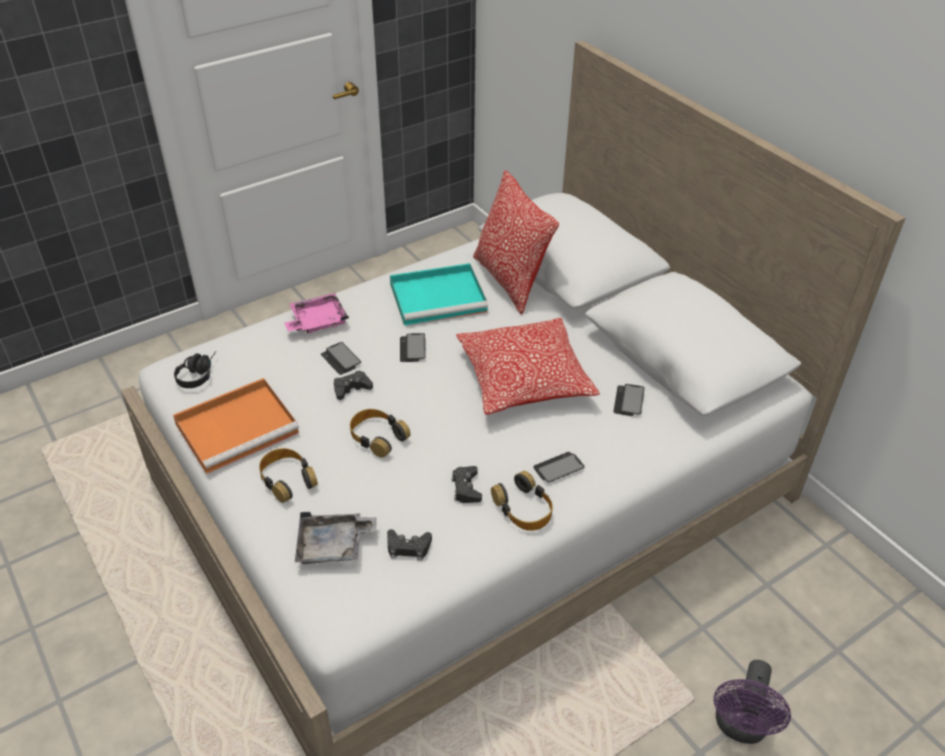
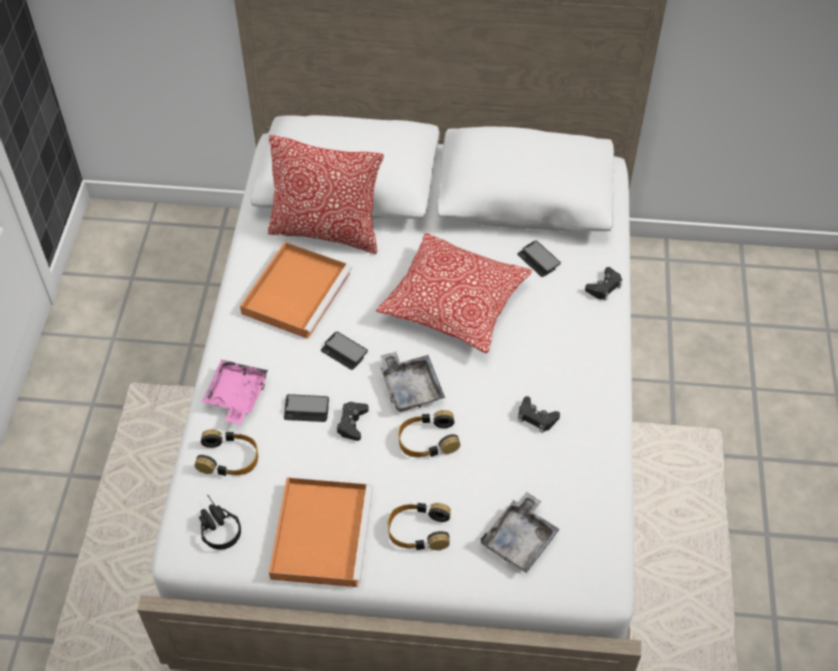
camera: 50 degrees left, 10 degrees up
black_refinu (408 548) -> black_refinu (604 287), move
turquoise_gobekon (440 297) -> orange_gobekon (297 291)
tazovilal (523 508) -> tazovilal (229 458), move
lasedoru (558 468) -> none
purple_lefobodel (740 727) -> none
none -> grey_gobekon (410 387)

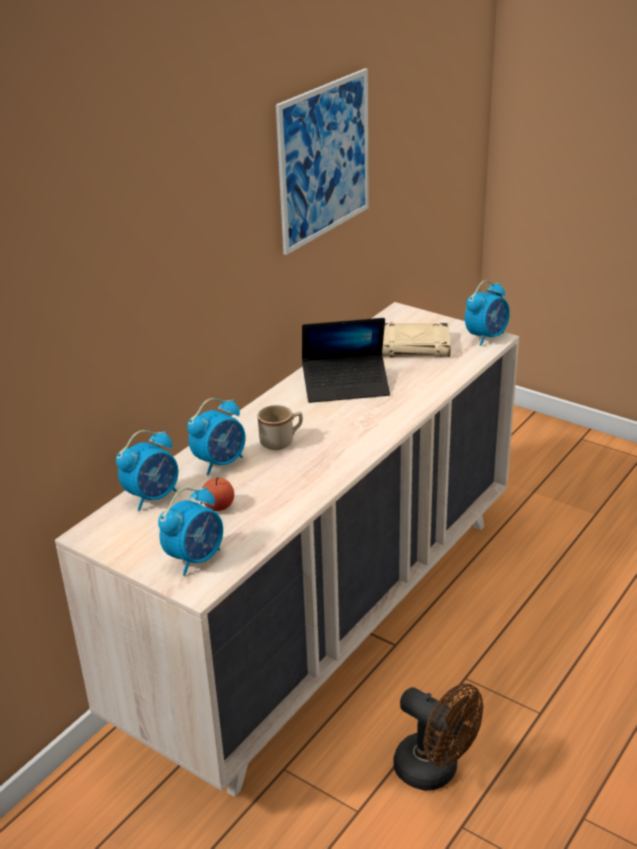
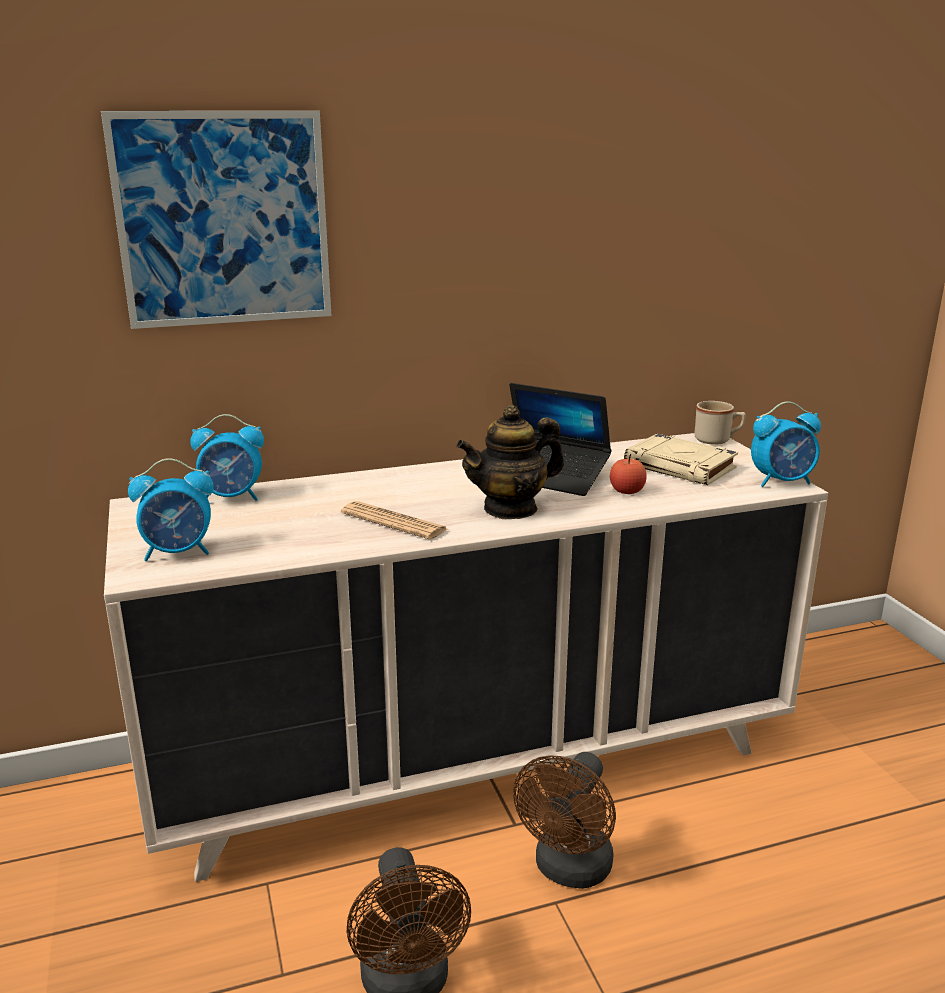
camera: 35 degrees right, 10 degrees down
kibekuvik (220 462) -> none
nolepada (218 506) -> nolepada (627 491), move
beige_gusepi (281 441) -> beige_gusepi (717 440), move
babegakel (324 160) -> babegakel (224 220), move
none -> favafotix (393 522)
none -> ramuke (511 508)
none -> brown_lefobodel (569 870)

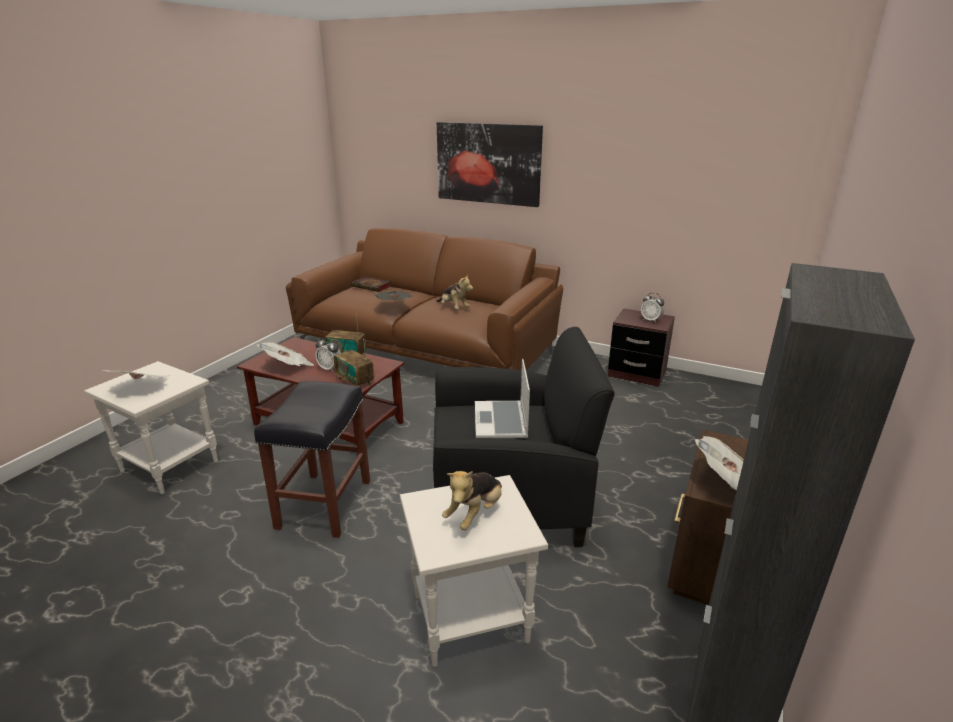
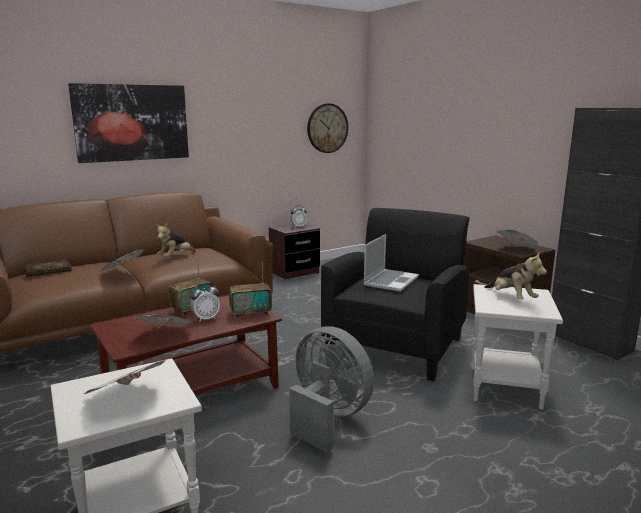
camera: 60 degrees left, 10 degrees down
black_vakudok (324 503) -> grey_lefobodel (328 418)
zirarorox (454 308) -> zirarorox (176 257), 135 degrees clockwise
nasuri (501 421) -> nasuri (390 281), 90 degrees counterclockwise
none -> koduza (327 128)

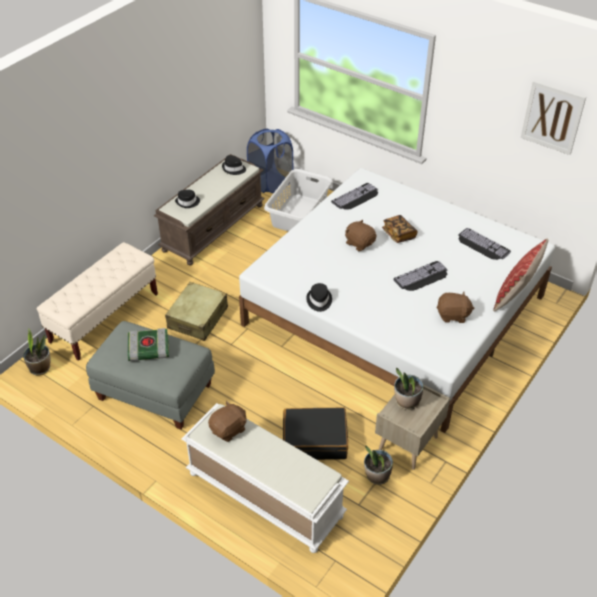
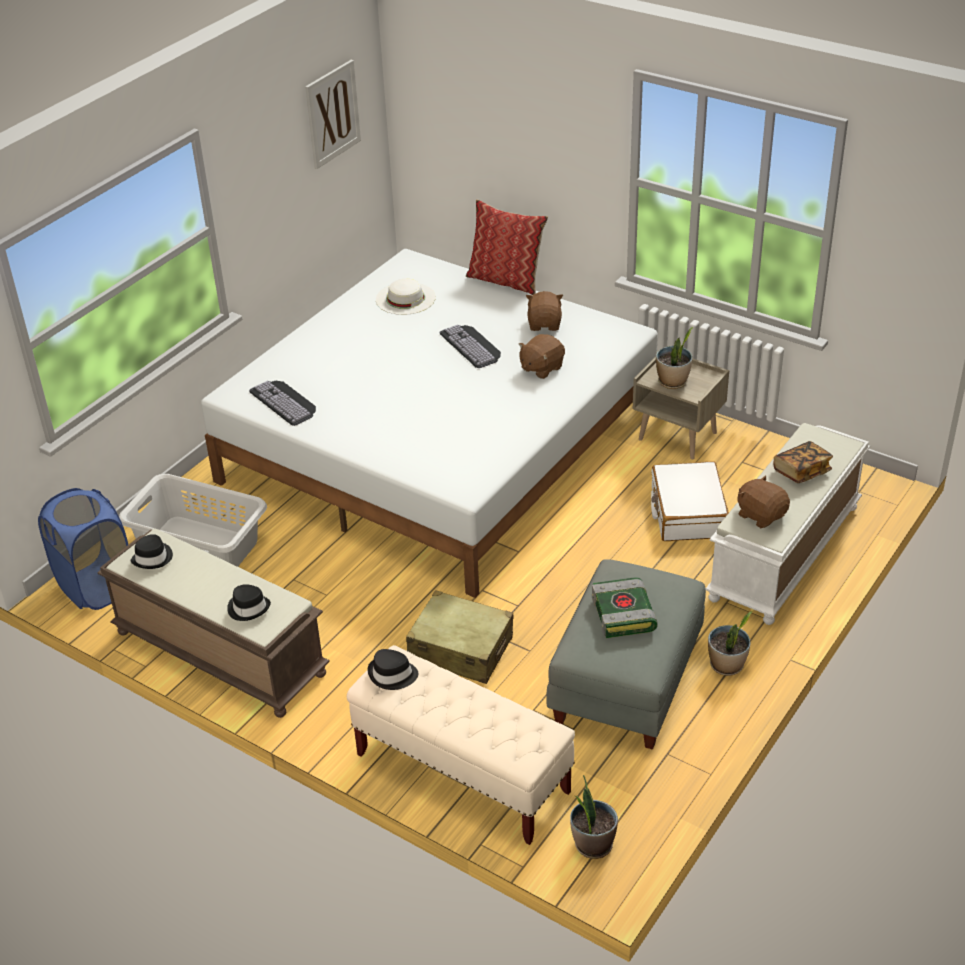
camera: 90 degrees left, 5 degrees down
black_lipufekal (314 440) -> white_lipufekal (687 512)
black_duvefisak (319 300) -> black_duvefisak (392 675), move
brown_zirarorox (359 243) -> brown_zirarorox (541 368), move
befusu (377 476) -> befusu (727 665), move
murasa (398 234) -> murasa (801 471), move
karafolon (481 245) -> white_duvefisak (405 298)

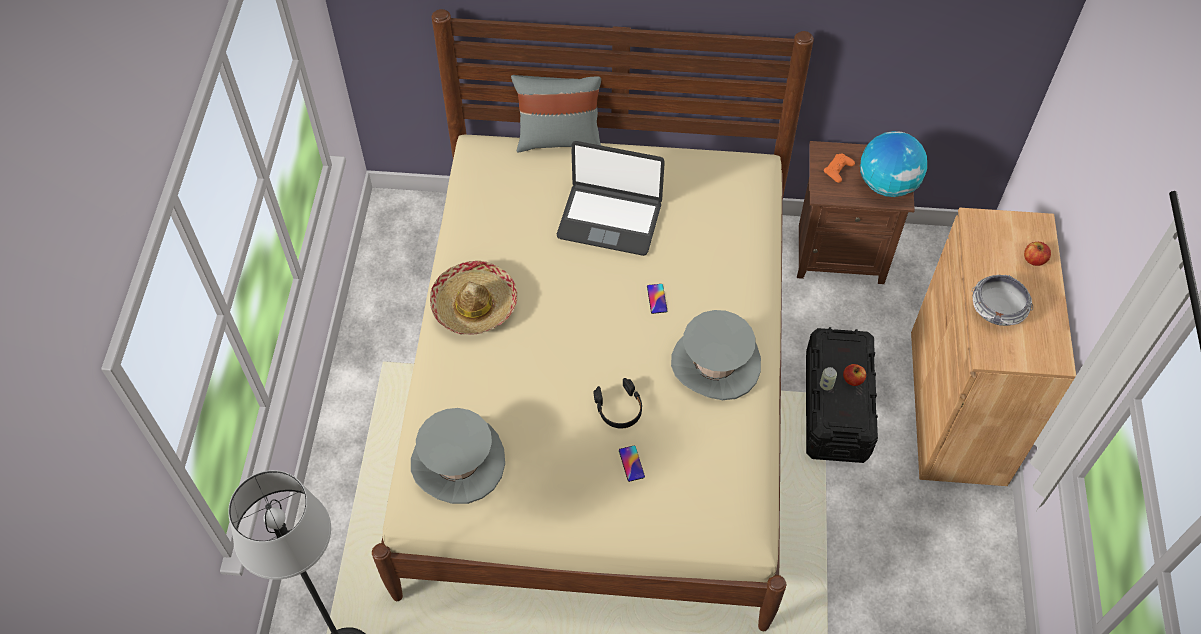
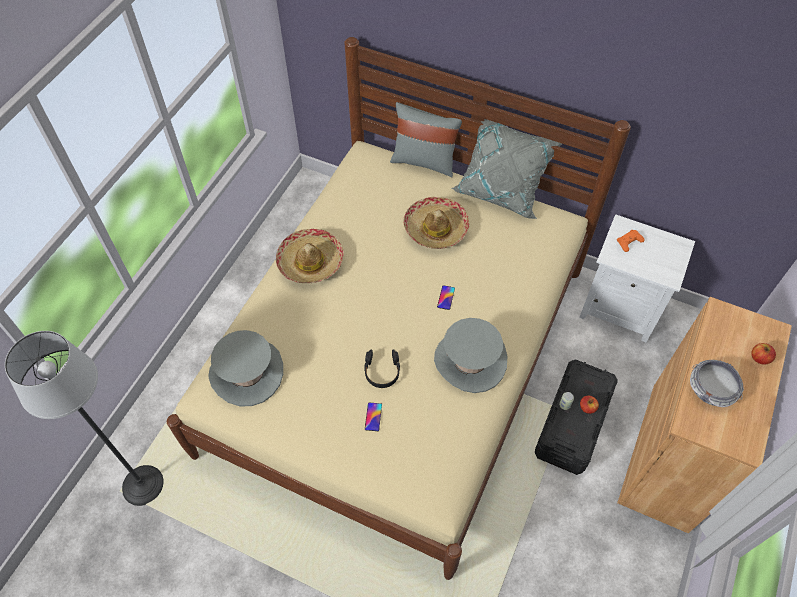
camera: 20 degrees right, 0 degrees up
nasuri (610 219) -> duvefisak (435 229)
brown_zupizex (839 252) -> white_zupizex (620 308)
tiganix (887 184) -> none
none -> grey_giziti (501 191)

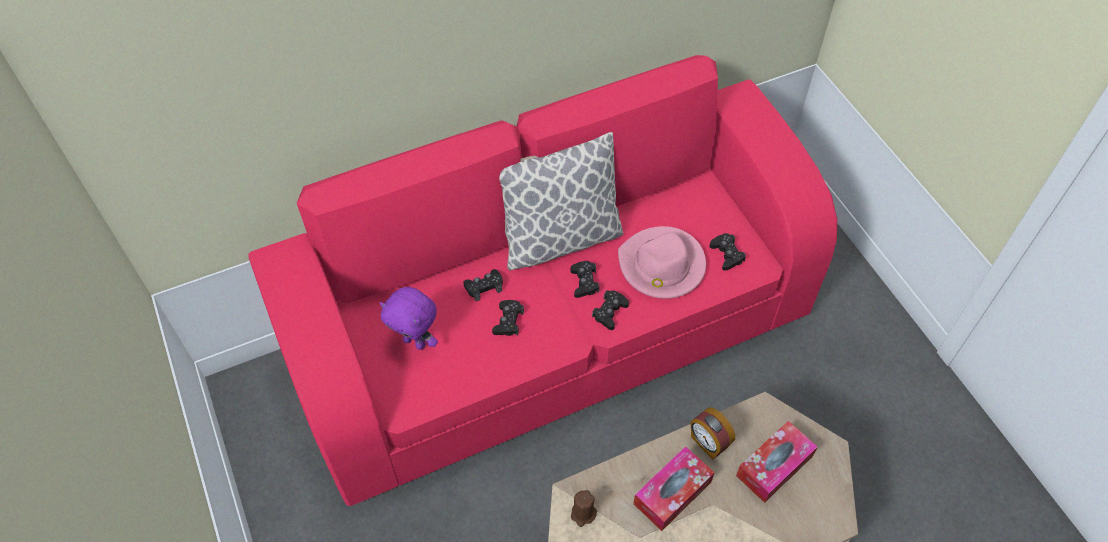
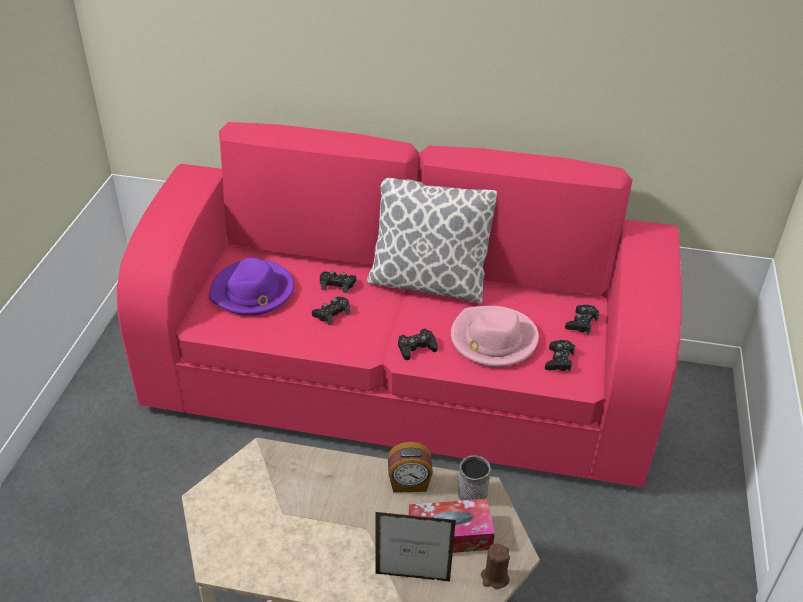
camera: 35 degrees right, 15 degrees down
purple_zirarorox (415 342) -> purple_duvefisak (253 292)
black_refinu (584 282) -> black_refinu (581 323), move
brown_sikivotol (583 514) -> brown_sikivotol (494 577), move
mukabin (672 493) -> none
kibekuvik (708 443) -> kibekuvik (409 484), 90 degrees counterclockwise
none -> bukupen (412 577)
none -> grey_gusepi (473 489)

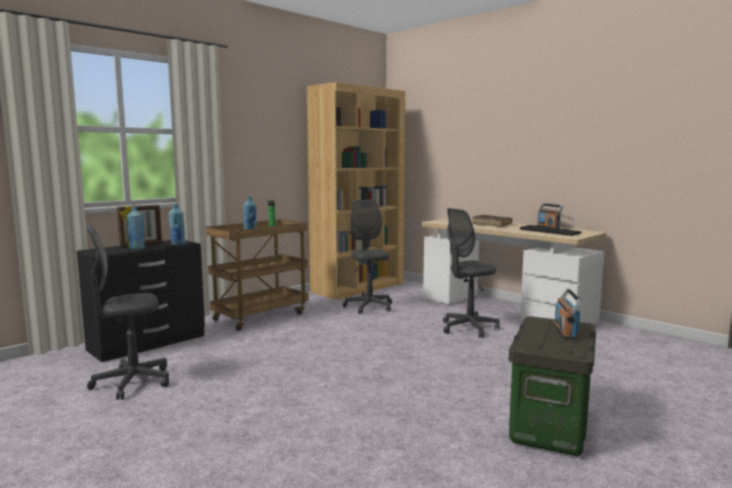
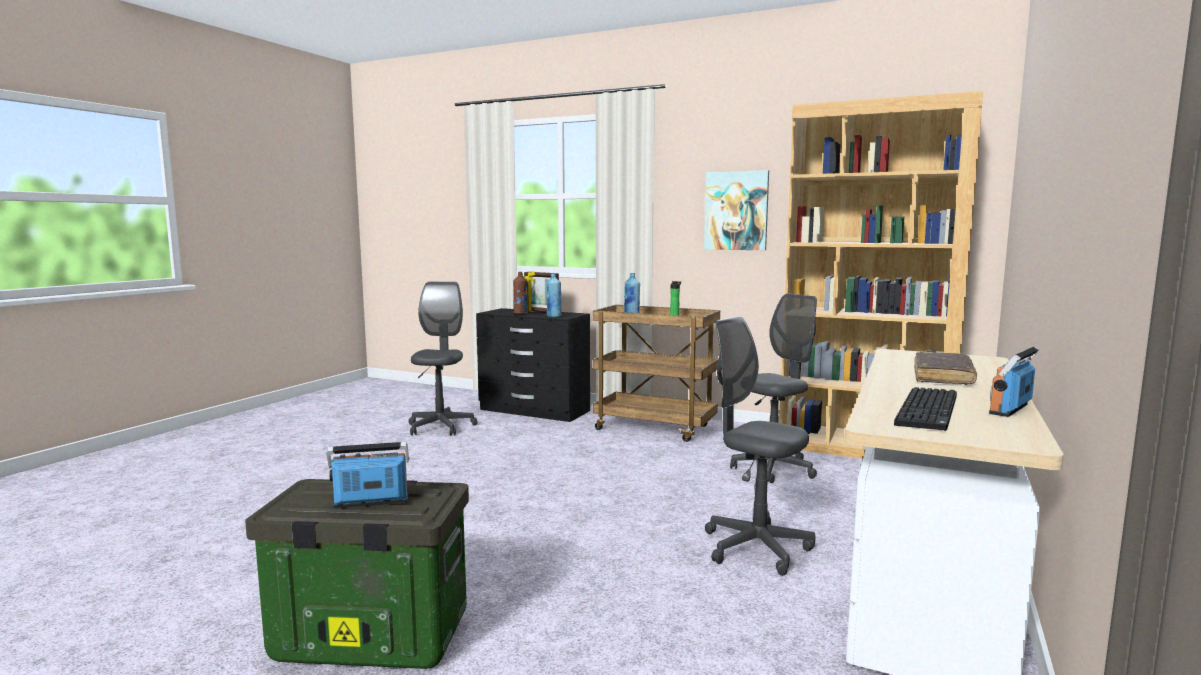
camera: 70 degrees right, 0 degrees up
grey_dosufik (132 383) -> grey_dosufik (440 427), 45 degrees clockwise
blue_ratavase (137 248) -> brown_ratavase (520 313)
none -> babegakel (736 210)

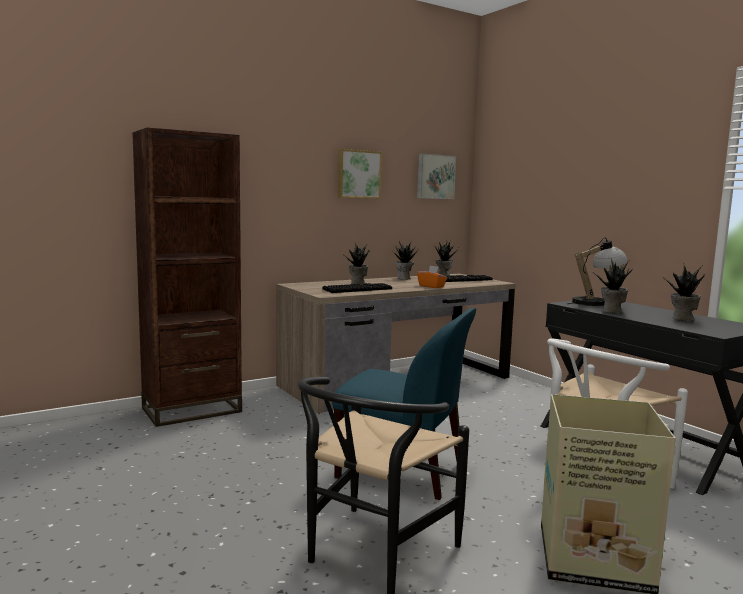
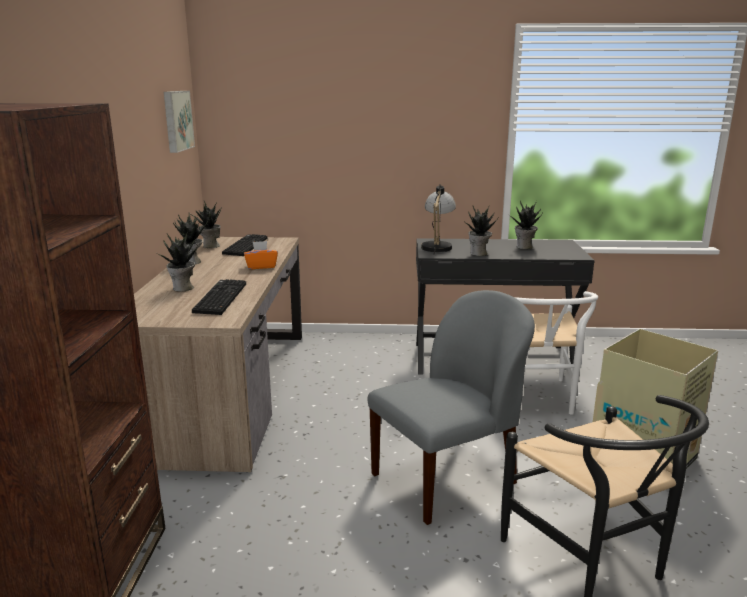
camera: 55 degrees left, 10 degrees up
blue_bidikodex (403 472) -> grey_bidikodex (446 478)
babegakel (358 174) -> none

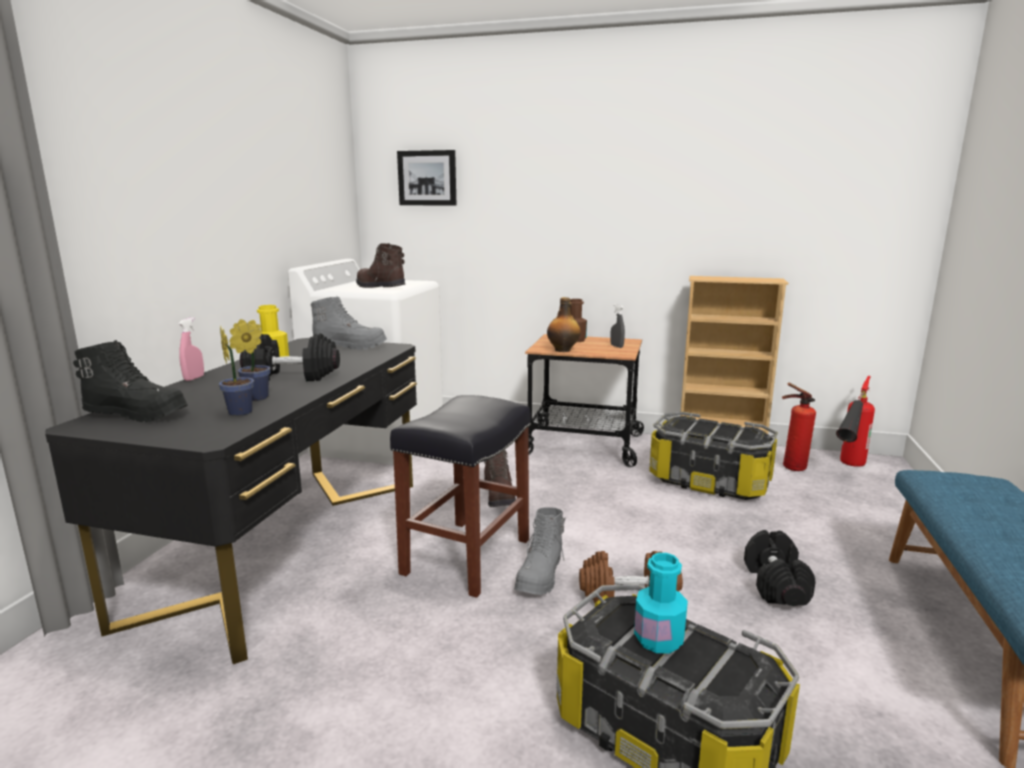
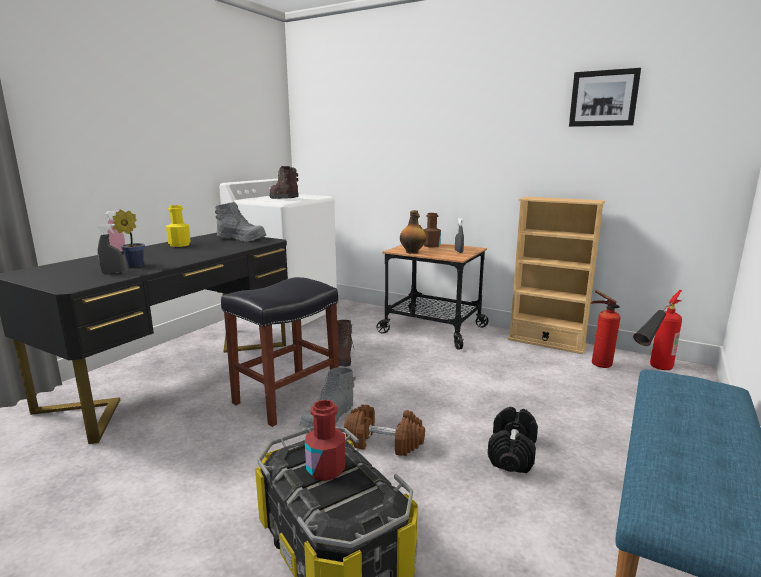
camera: 15 degrees right, 0 degrees up
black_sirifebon (137 414) -> none
befusu (240 411) -> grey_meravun (112 273)
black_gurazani (292 376) -> none
babegakel (427 178) -> babegakel (603 98), move
turquoise_ratavase (658 639) -> red_ratavase (326 469)
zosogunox (709 481) -> none

